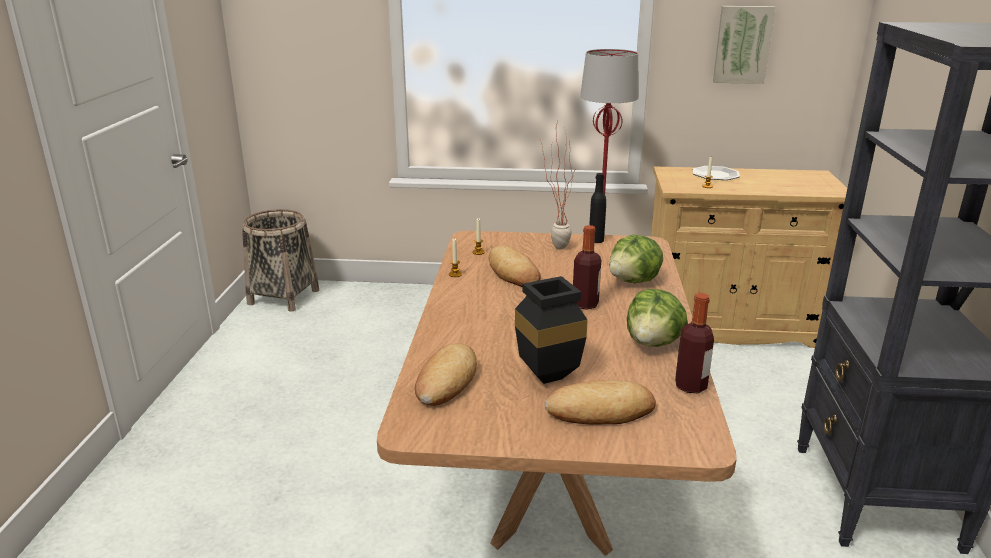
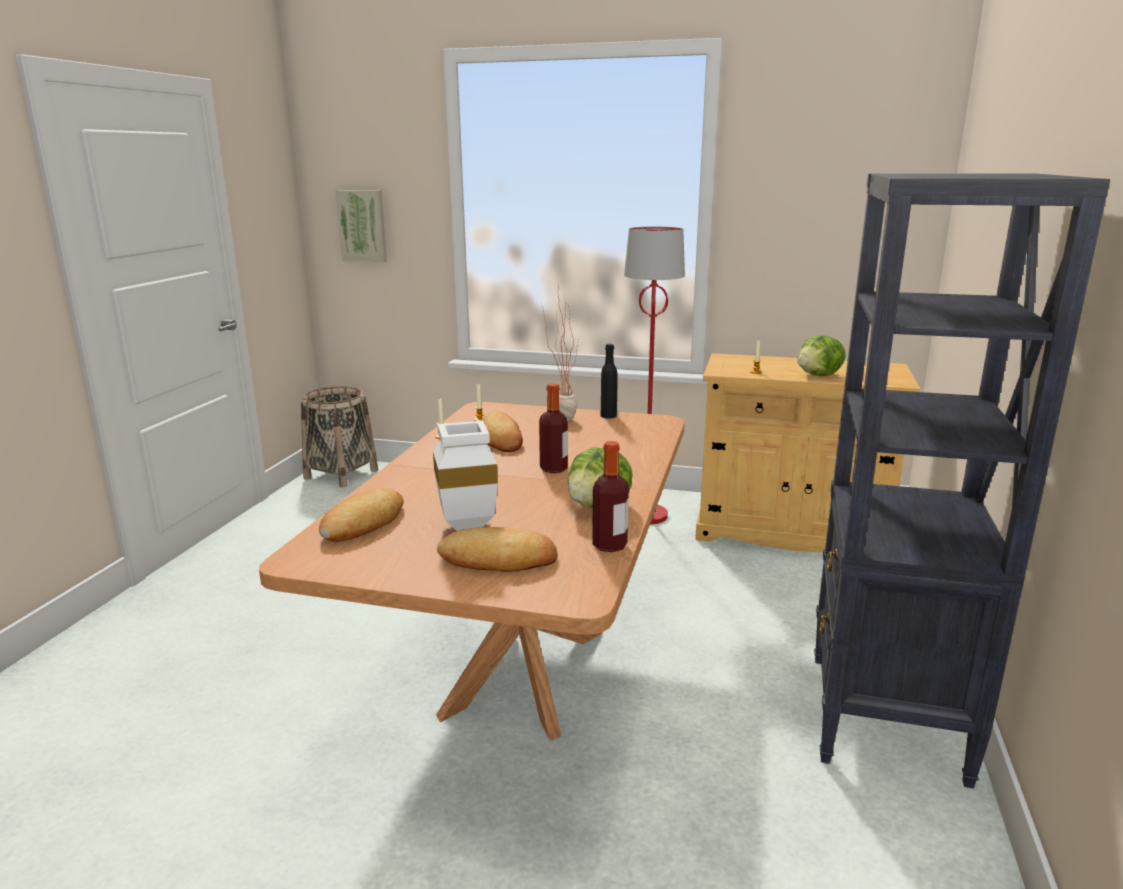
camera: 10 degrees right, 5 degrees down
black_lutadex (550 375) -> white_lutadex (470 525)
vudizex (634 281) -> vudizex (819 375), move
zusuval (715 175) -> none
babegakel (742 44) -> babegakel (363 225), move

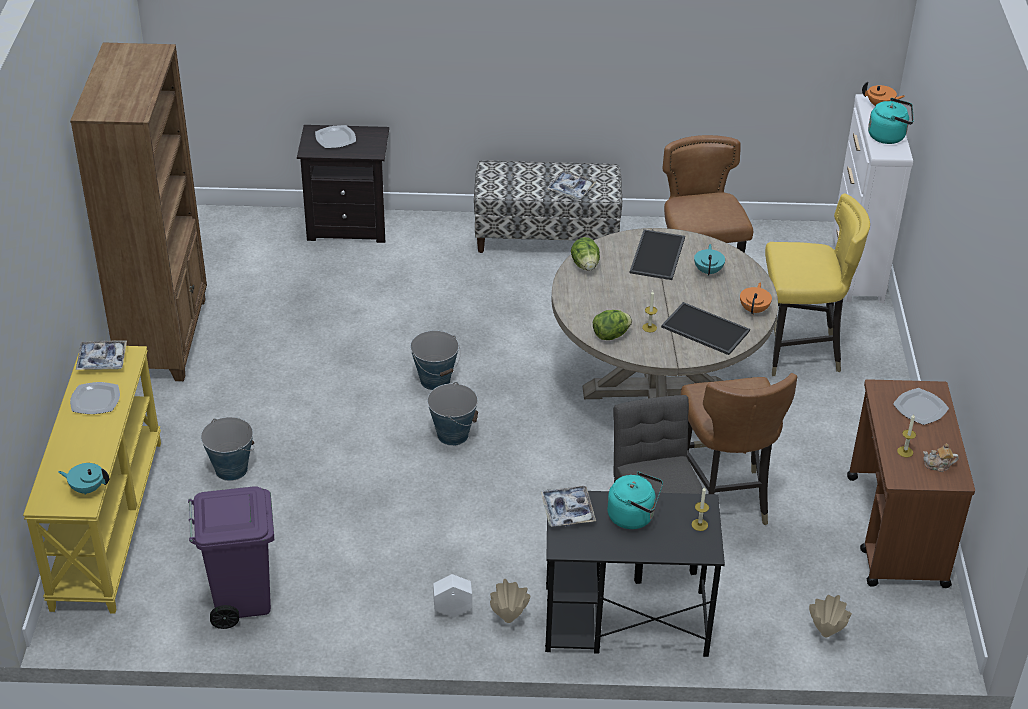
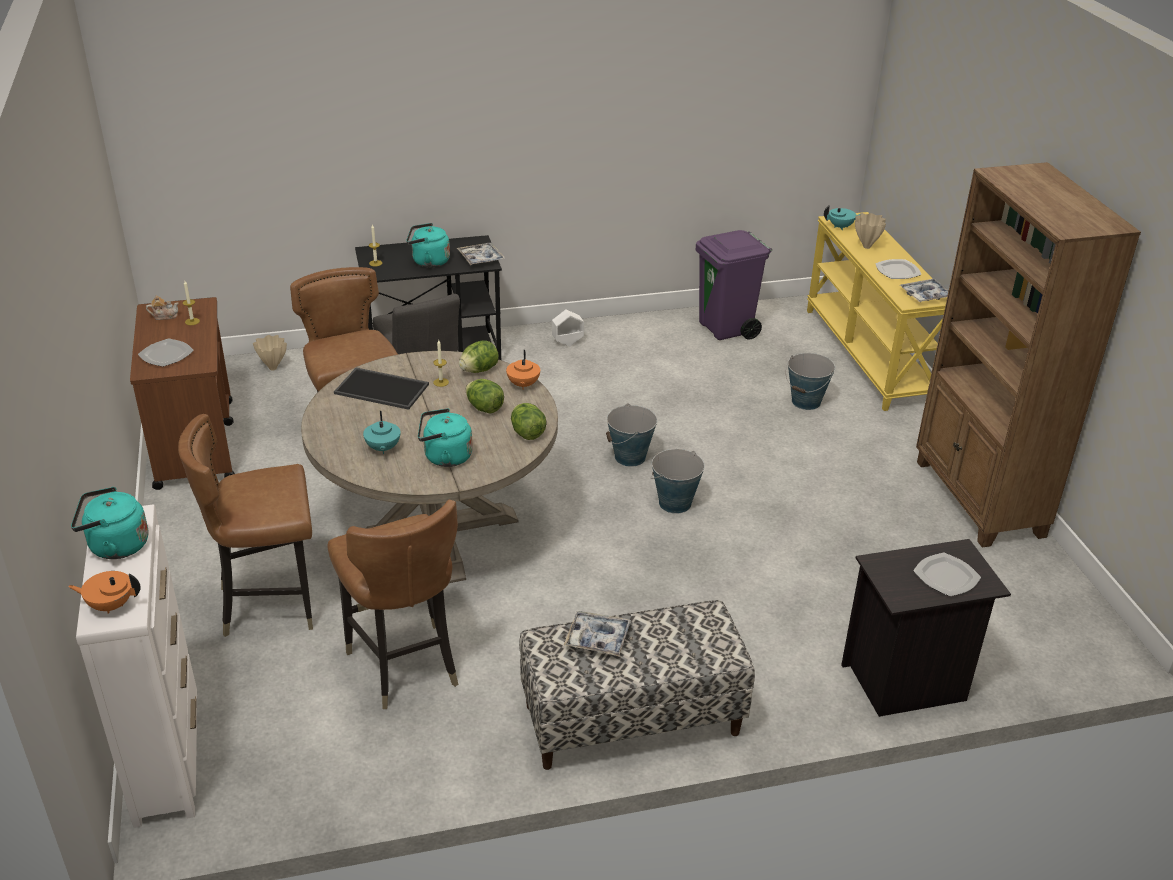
camera: 165 degrees right, 5 degrees down
beige_lutadex (508 620) -> beige_lutadex (866 246), move
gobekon (658 256) -> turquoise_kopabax (444 457)
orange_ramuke (754 309) -> orange_ramuke (523 385), move
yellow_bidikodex (799 352) -> brown_bidikodex (270 604)
none -> vudizex (484 408)

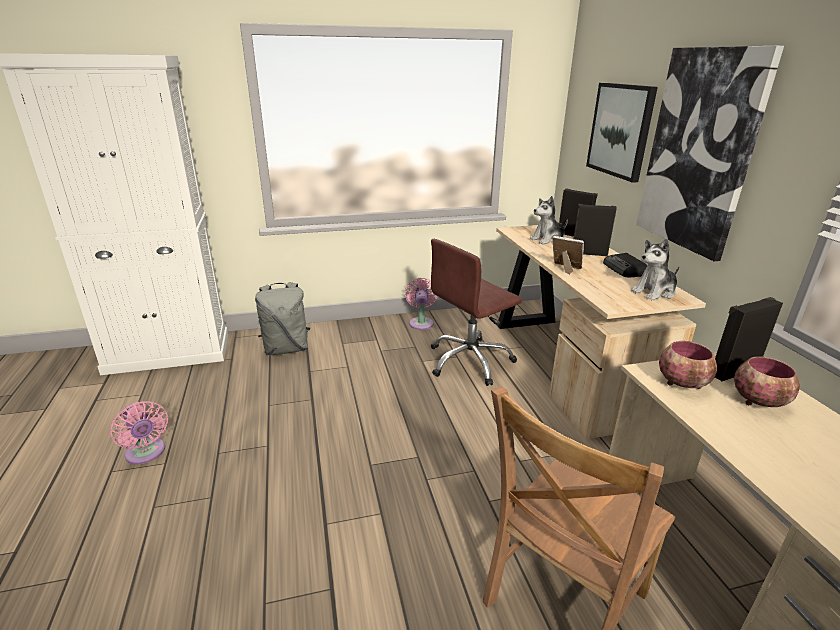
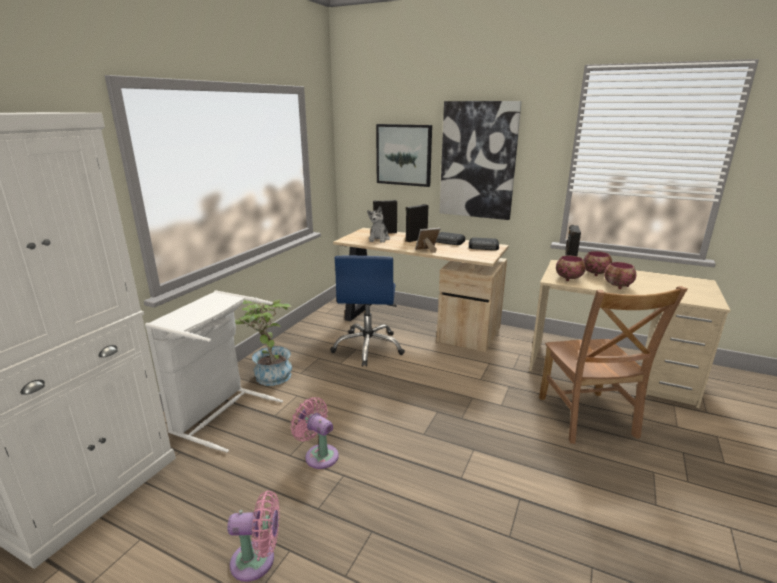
camera: 50 degrees left, 5 degrees down
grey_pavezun (286 349) -> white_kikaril (220 414)
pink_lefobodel (421 322) -> pink_lefobodel (319 455), move
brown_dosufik (470 361) -> blue_dosufik (368 347)
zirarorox (654 292) -> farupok (484 247)
none -> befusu (269 374)
none -> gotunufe (618 286)

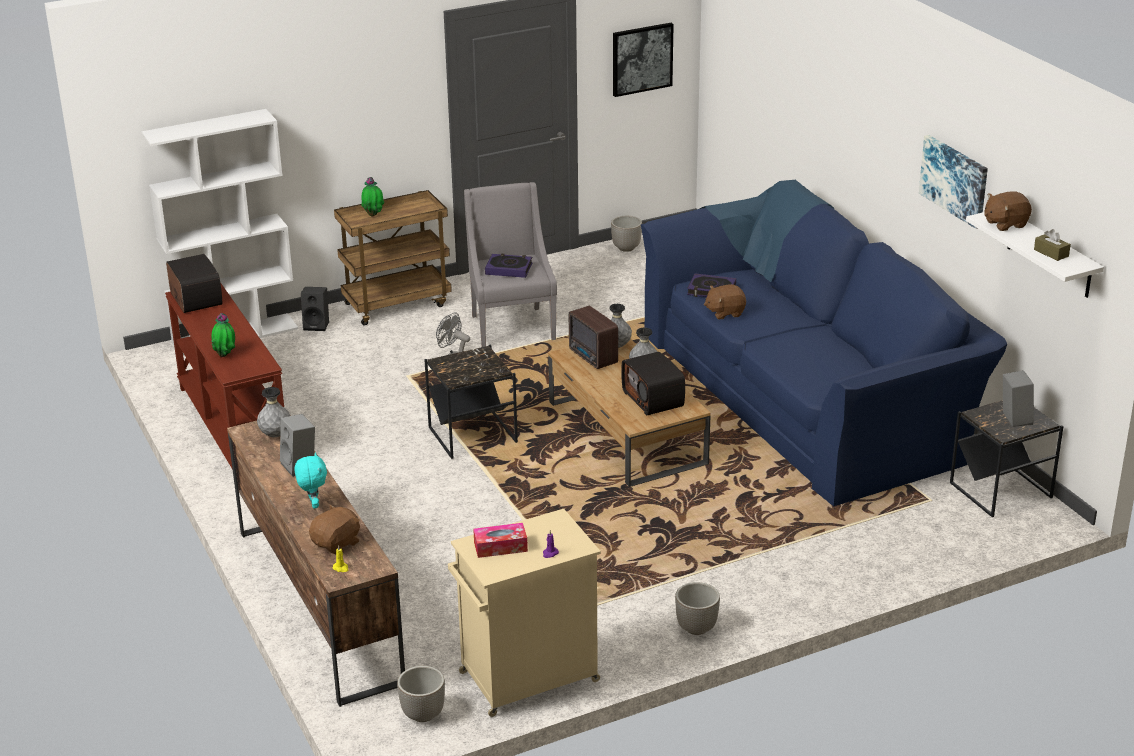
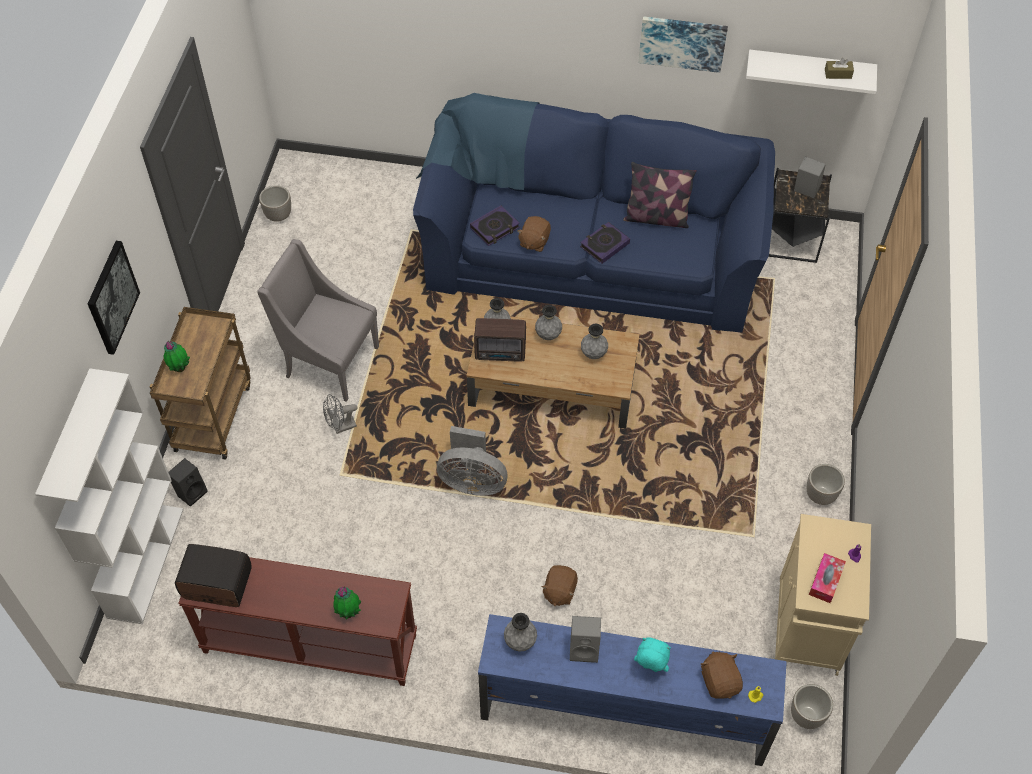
camera: 55 degrees left, 25 degrees up
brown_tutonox (318 604) -> blue_tutonox (622 713)
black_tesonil (473 435) -> grey_lefobodel (472 481)
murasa (509 269) -> murasa (604 245), move
babegakel (641 59) -> babegakel (112 297), move
farupok (654 399) -> grey_lutadex (593 354)
brown_zirarorox (1005 224) -> brown_zirarorox (559 591), move
none -> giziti (656 218)

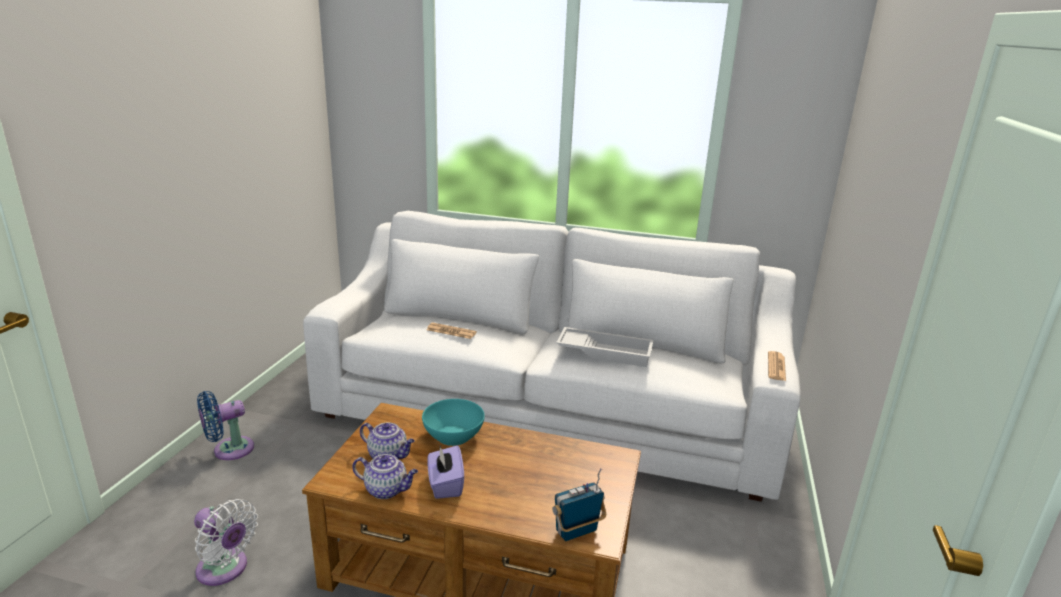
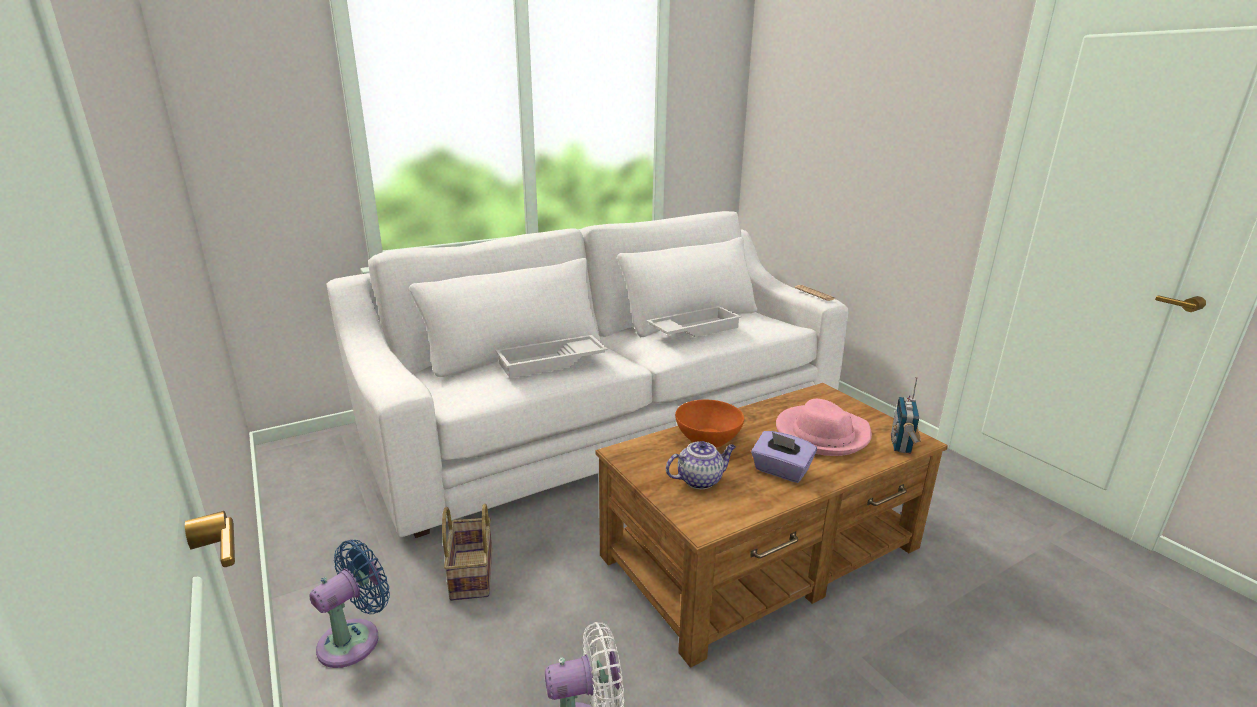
camera: 45 degrees left, 0 degrees up
blue_lefobodel (229 450) -> blue_lefobodel (355 639), 150 degrees counterclockwise
ramuke (387 490) -> none
turquoise_gotunufe (453 435) -> orange_gotunufe (707 438)
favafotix (451 331) -> white_gobekon (551 363)
none -> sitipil (470 573)
none -> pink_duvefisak (822 434)

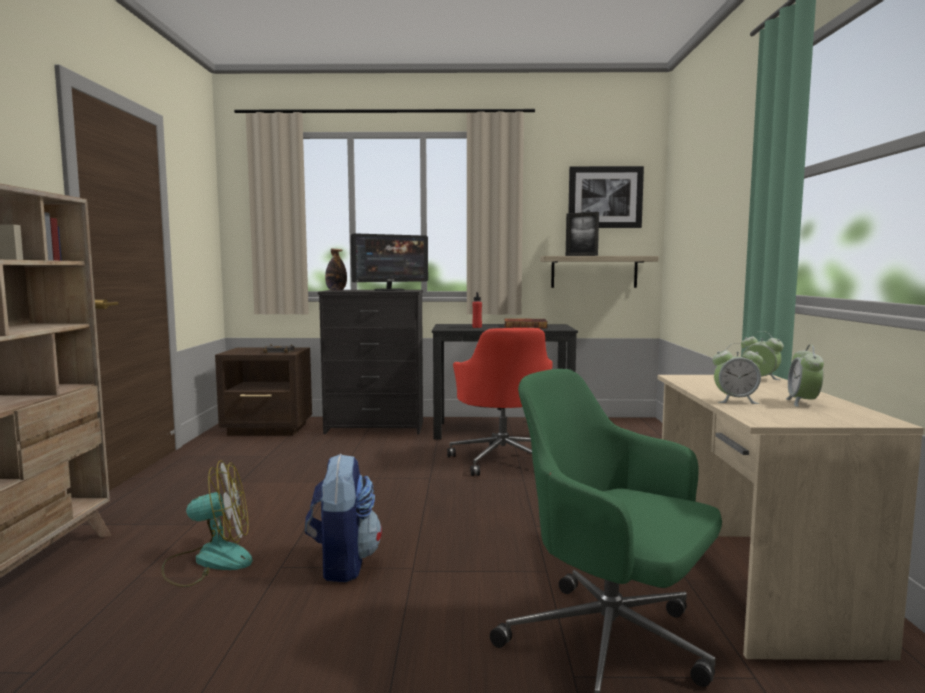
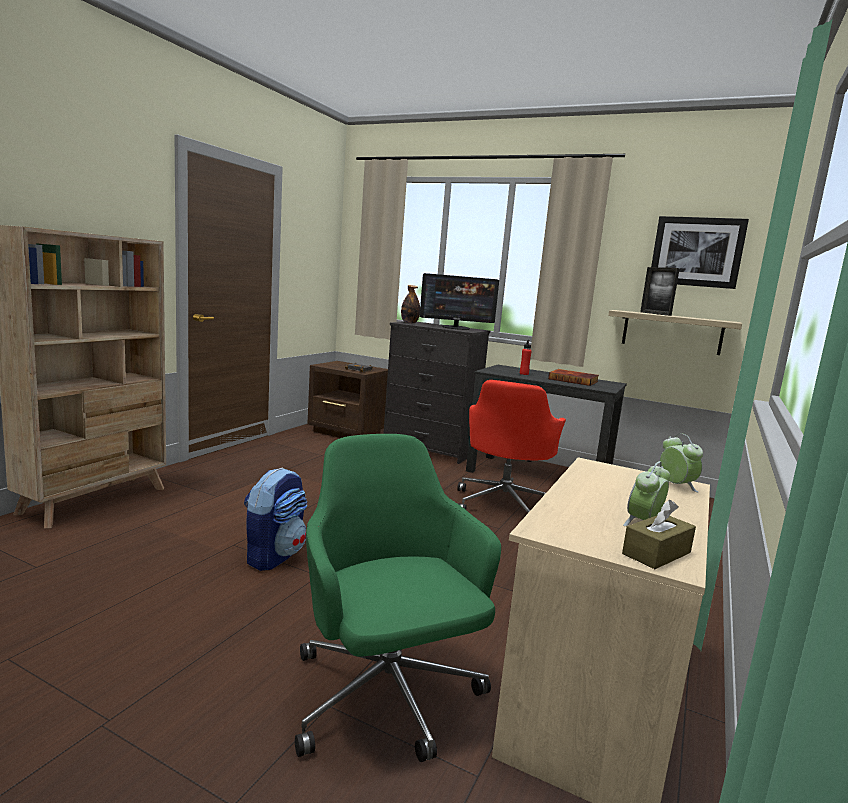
camera: 25 degrees right, 5 degrees up
lefobodel (209 561) -> none
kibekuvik (735 401) -> none
none -> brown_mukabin (656 553)

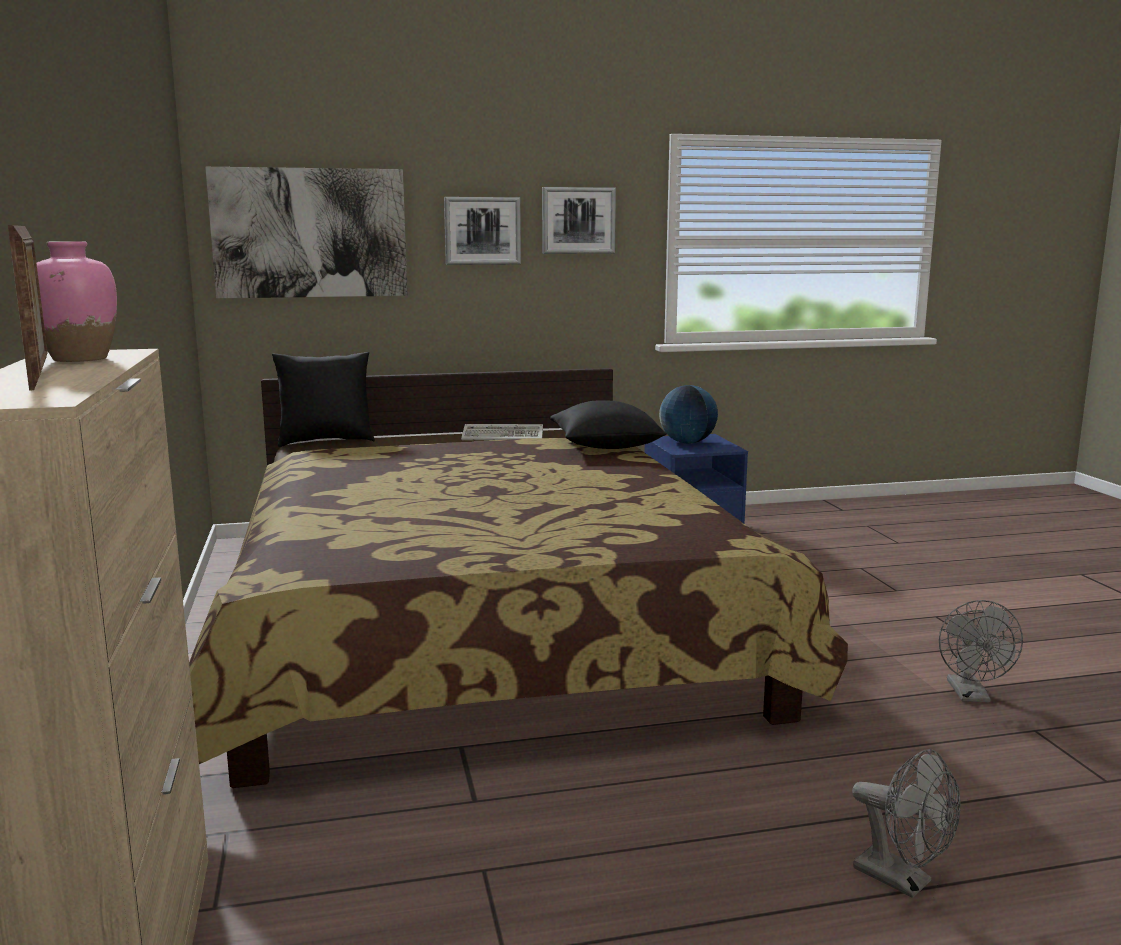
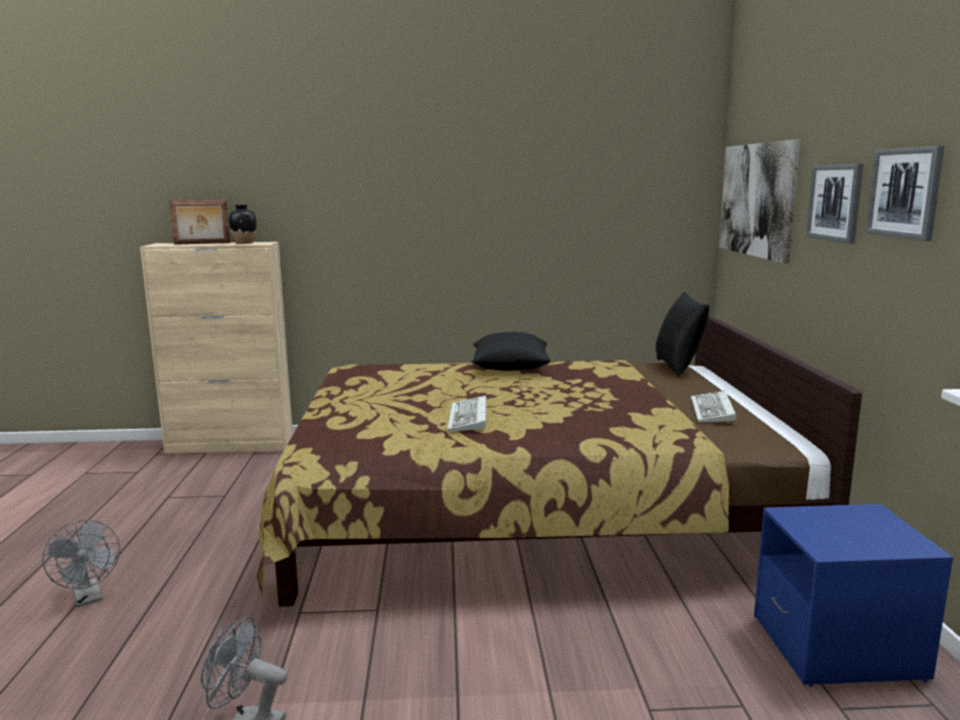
camera: 100 degrees right, 0 degrees up
pink_lutadex (80 359) -> black_lutadex (244 243)
black_giziti (605 447) -> black_giziti (510 368), move
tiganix (687 442) -> none
grey_lefobodel (903 880) -> grey_lefobodel (89 598), 90 degrees counterclockwise
none -> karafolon (469 418)

